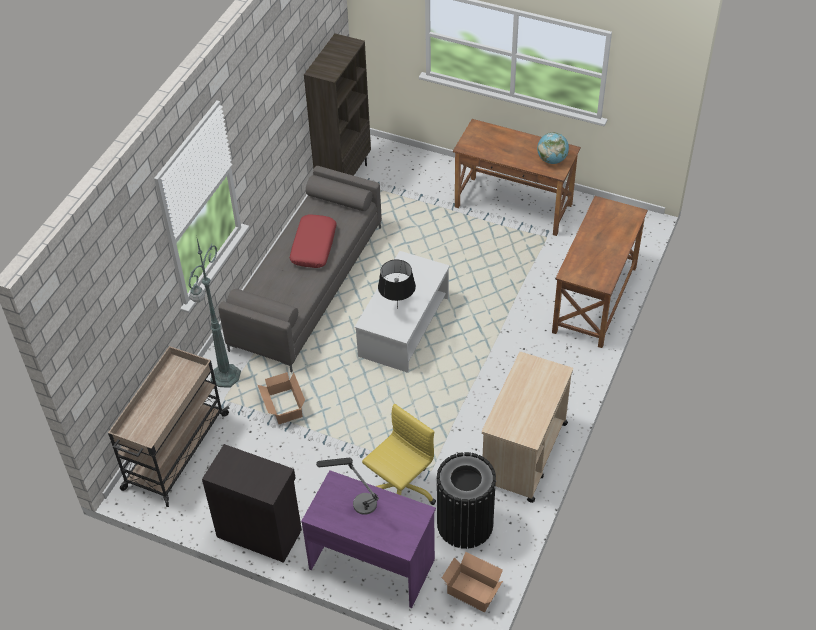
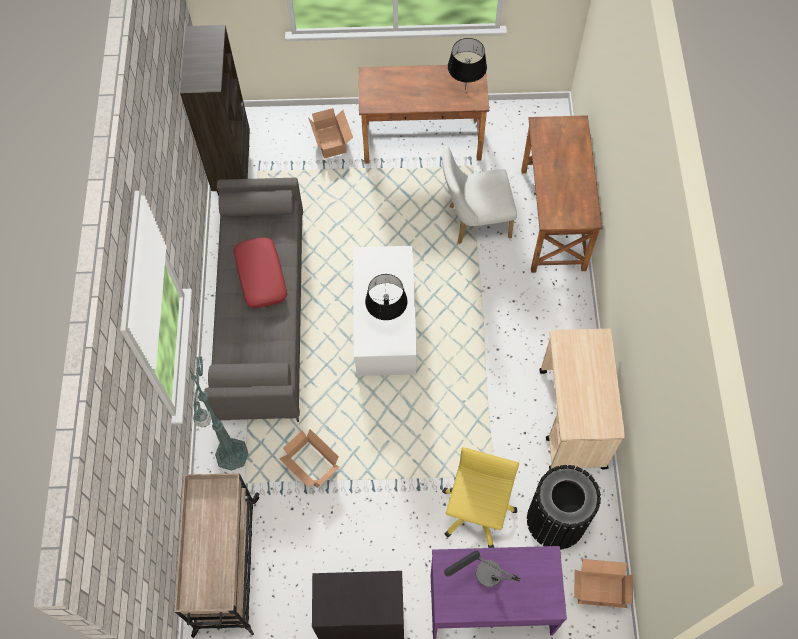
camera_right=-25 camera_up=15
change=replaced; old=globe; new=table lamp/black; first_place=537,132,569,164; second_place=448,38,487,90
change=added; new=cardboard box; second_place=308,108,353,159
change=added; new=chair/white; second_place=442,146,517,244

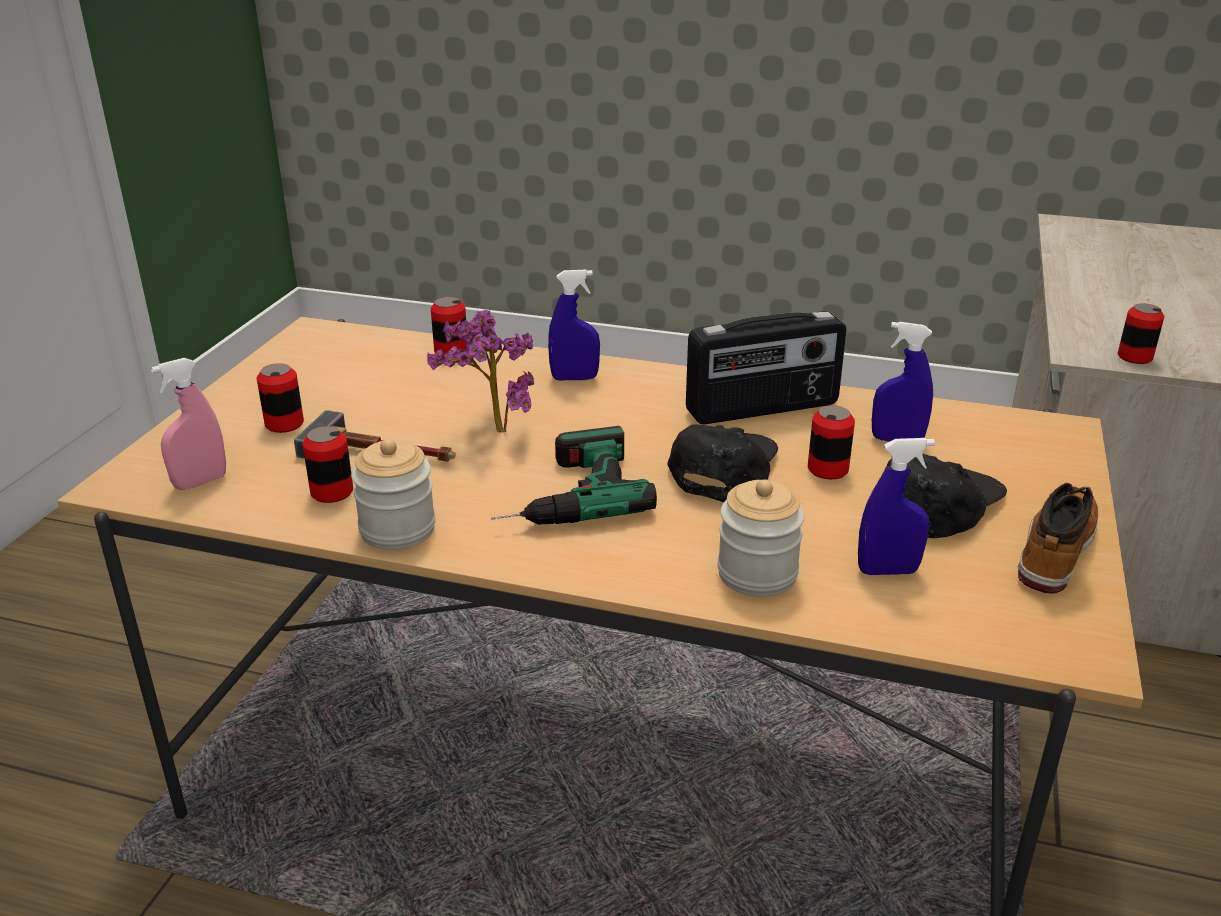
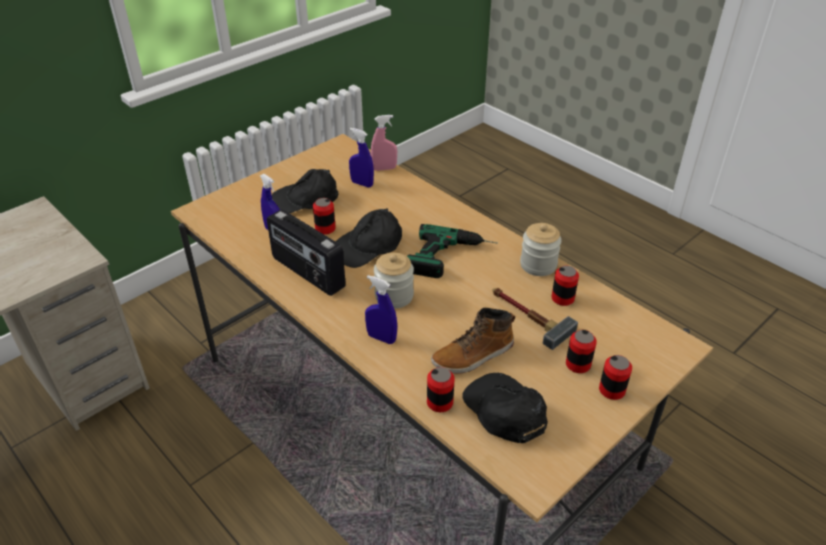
camera_right=-150 camera_up=10
change=moved; old=can; first_place=1118,303,1164,364; second_place=599,355,632,400
change=removed; old=potted plant; first_place=427,310,534,433
change=turned; old=radio; first_place=686,311,847,425; second_place=267,209,346,296; degrees=-150
change=moved; old=spray bottle/pink; first_place=151,358,226,490; second_place=371,115,397,171
change=moved; old=jar; first_place=717,479,804,597; second_place=374,253,414,309
change=moved; old=boot; first_place=1018,483,1099,594; second_place=431,308,515,374
change=added; new=cap/black; second_place=462,373,548,443

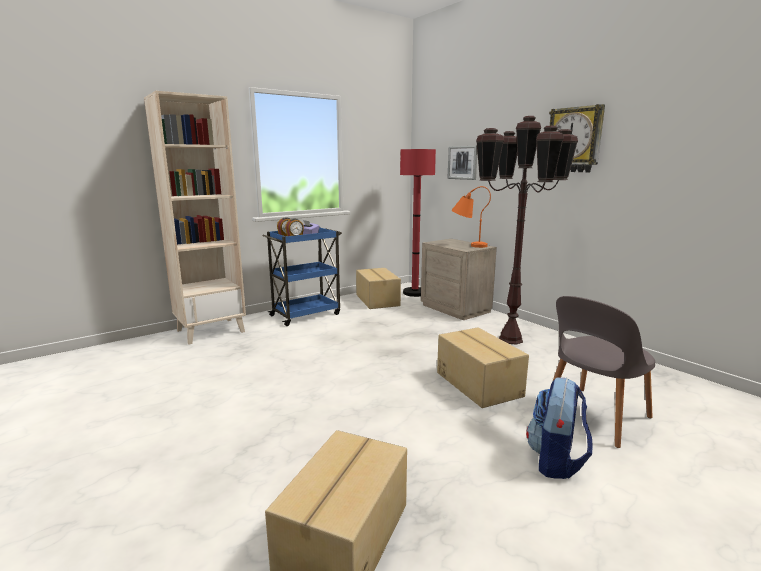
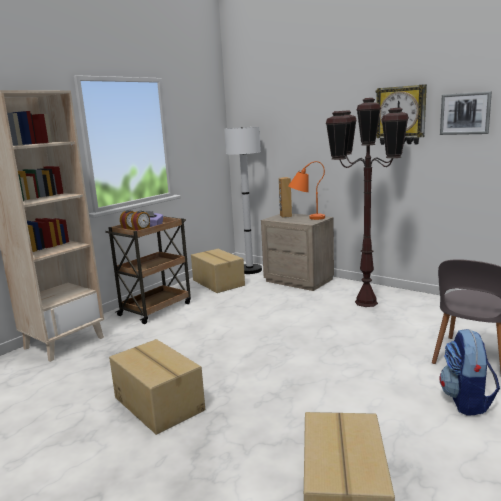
camera_right=-15 camera_up=0
change=moved; old=picture; first_place=447,146,477,180; second_place=440,91,492,135
change=recoloured; old=floor lamp/red; new=floor lamp/white; first_place=400,149,436,297; second_place=224,127,262,274
change=recoloured; old=cart/blue; new=cart/brown; first_place=262,227,342,326; second_place=105,216,191,324
change=moved; old=cardboard box; first_place=437,328,529,408; second_place=109,339,205,435
change=added; new=speaker/brown; second_place=279,177,292,218

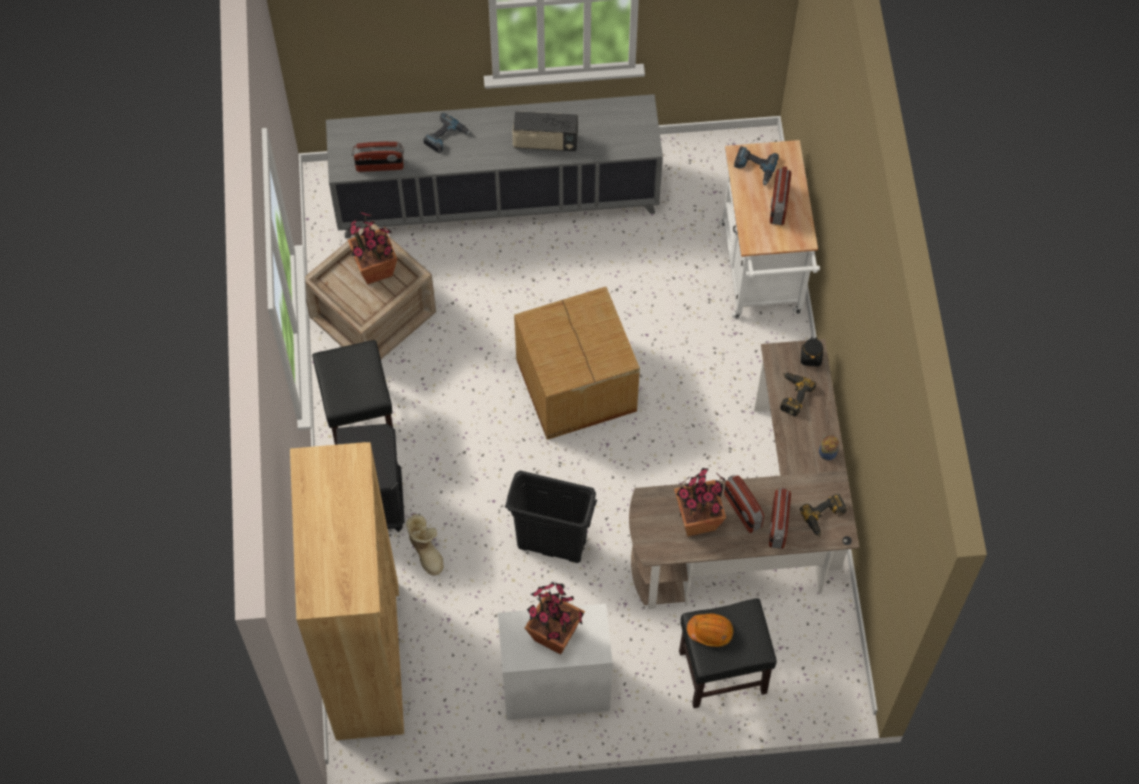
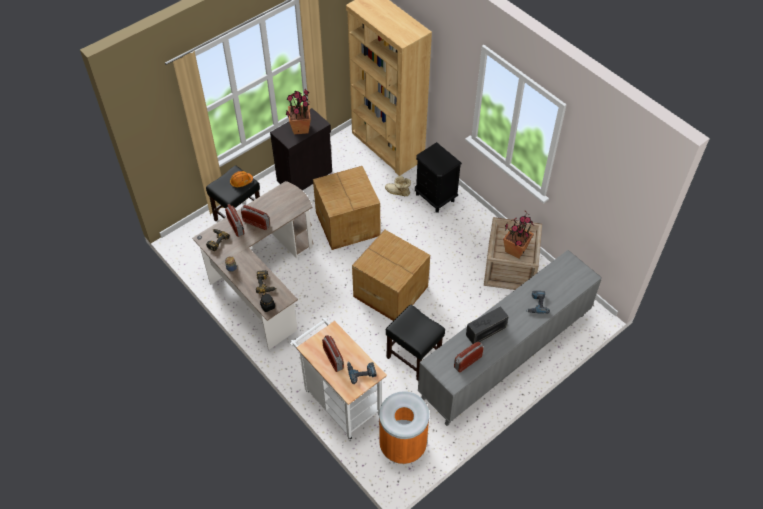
camera_right=145 camera_up=-10
change=moved; old=radio; first_place=352,142,404,172; second_place=454,342,484,373
change=moved; old=stool/black; first_place=312,340,393,445; second_place=386,305,445,381
change=removed; old=potted plant; first_place=674,468,726,537
change=replaced; old=trash can/black; new=cardboard box; first_place=505,471,597,563; second_place=313,166,380,250
change=recoloured; old=cabinet/white; new=cabinet/black; first_place=498,603,612,720; second_place=270,108,332,190
change=added; new=trash can/orange; second_place=379,391,429,464

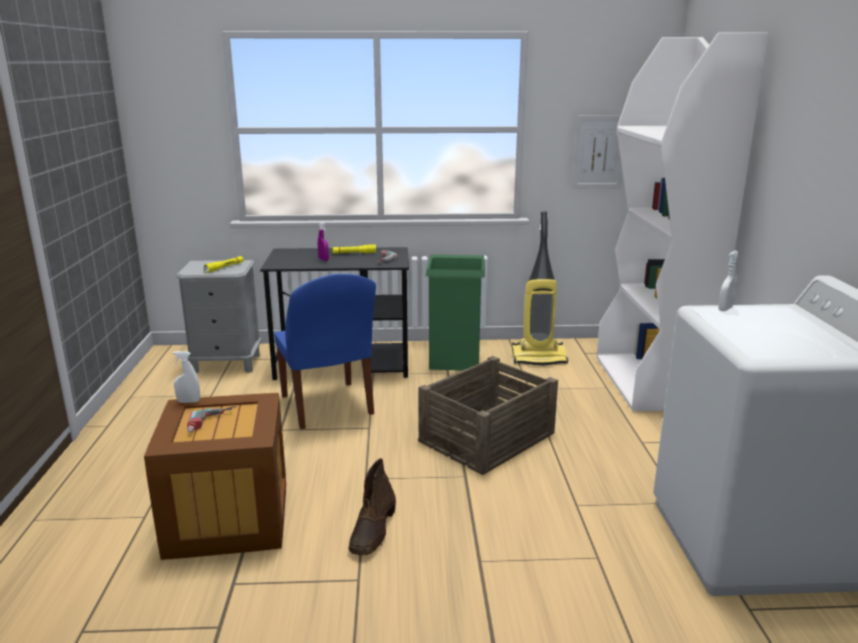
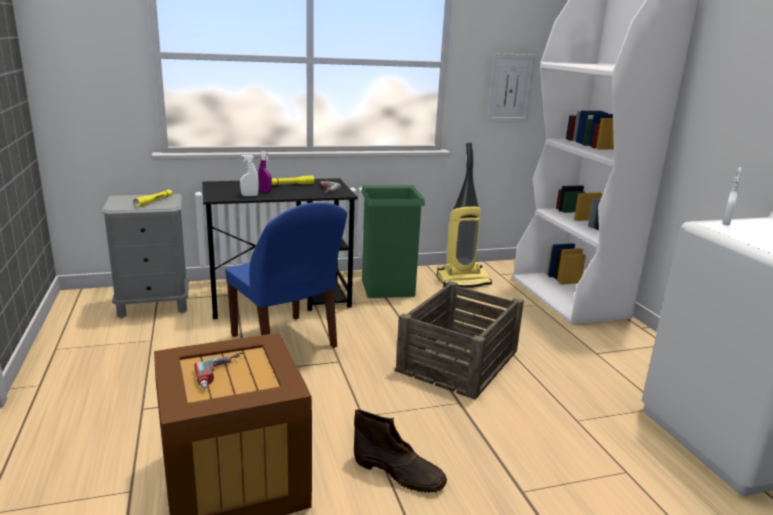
camera_right=-15 camera_up=0
change=moved; old=spray bottle/white; first_place=173,351,200,403; second_place=240,155,259,196
change=turned; old=boot/brown; first_place=349,458,396,556; second_place=354,409,447,493; degrees=-60

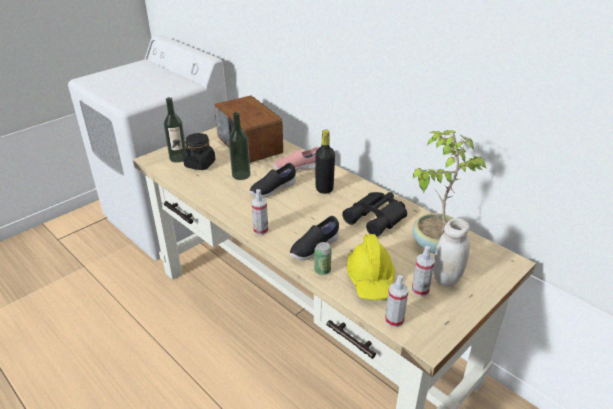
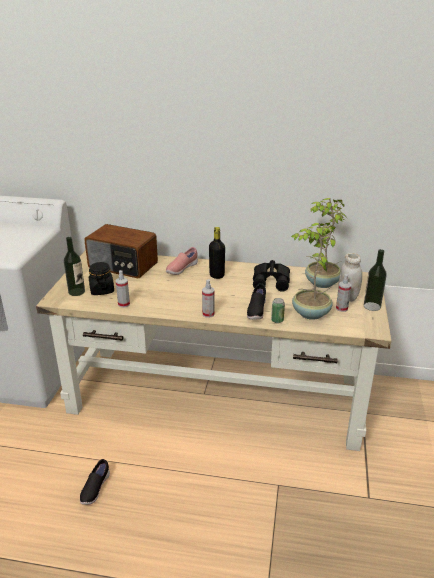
camera_right=-35 camera_up=-5
change=moved; old=bottle; first_place=229,112,251,180; second_place=364,249,387,311
change=moved; old=shoe/black; first_place=249,163,296,198; second_place=80,459,110,505
change=replaced; old=hard hat/yellow; new=potted plant; first_place=347,234,395,300; second_place=291,222,336,320
change=moved; old=spray bottle; first_place=385,275,409,328; second_place=116,270,130,308

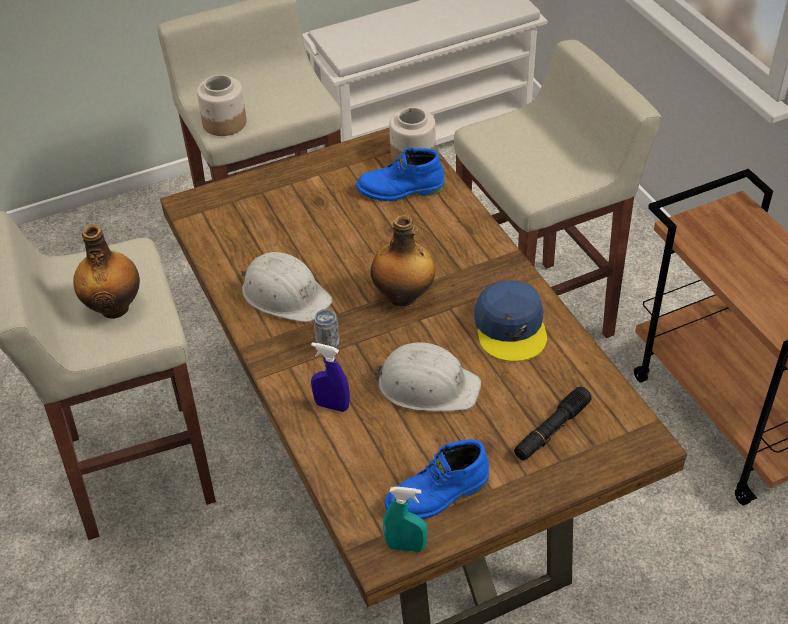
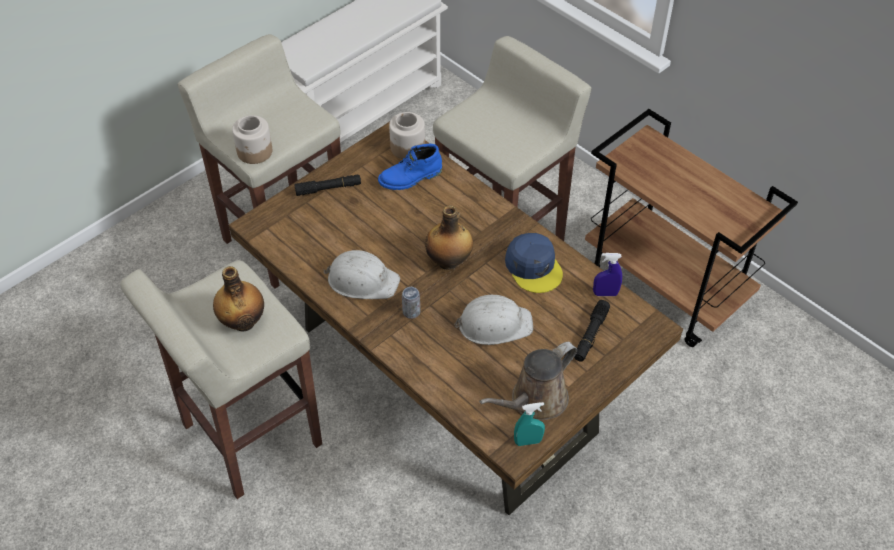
camera_right=-20 camera_up=5
change=moved; old=spray bottle/blue; first_place=311,342,350,412; second_place=593,253,622,296
change=replaced; old=boot/blue; new=watering can/brown; first_place=385,439,489,519; second_place=479,342,577,421
change=added; new=flashlight/black; second_place=294,175,361,196

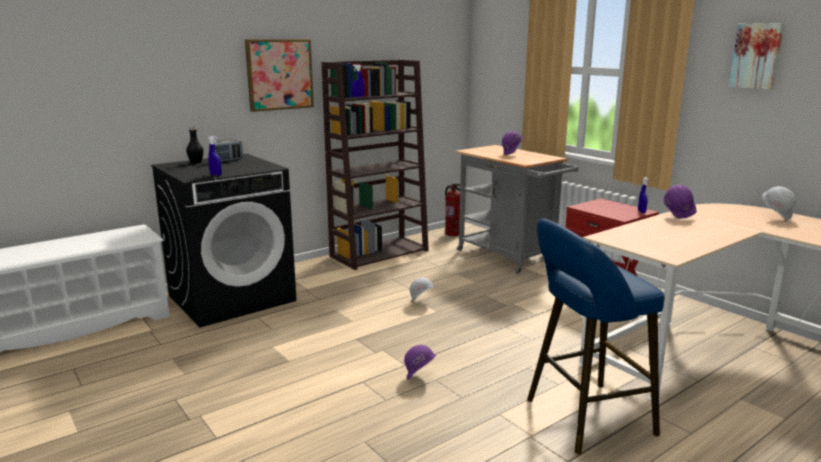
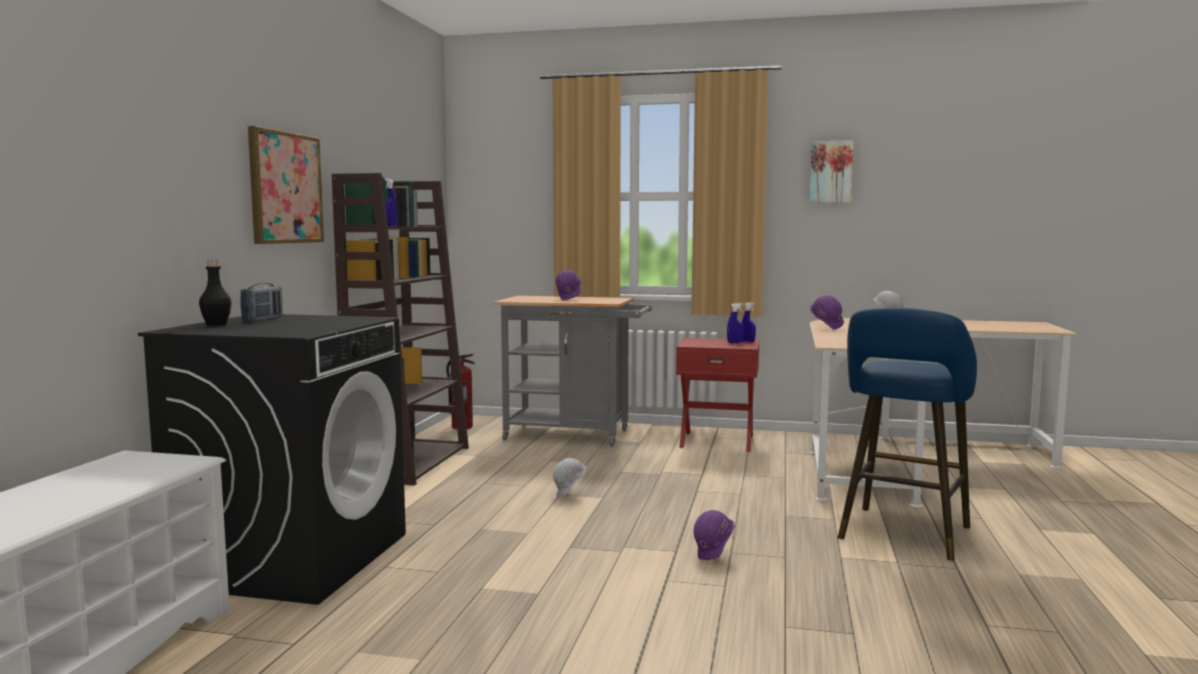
camera_right=-40 camera_up=-10
change=moved; old=spray bottle/blue; first_place=208,136,222,176; second_place=727,303,745,343

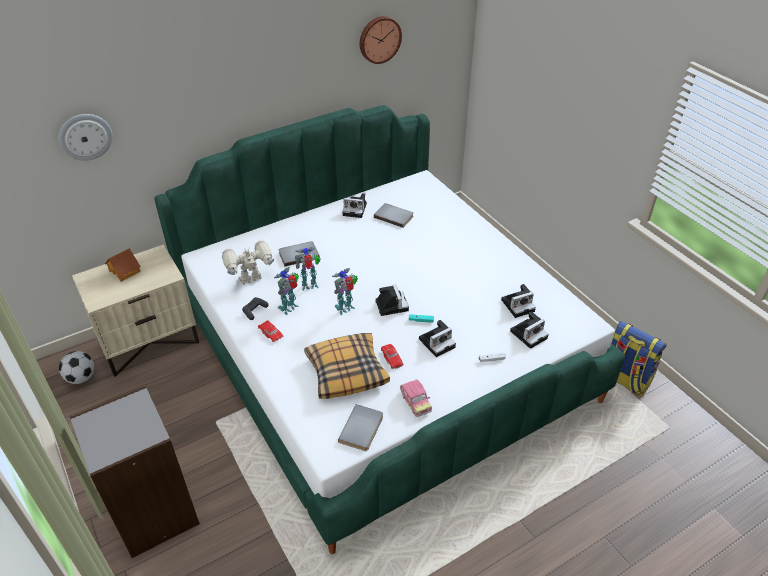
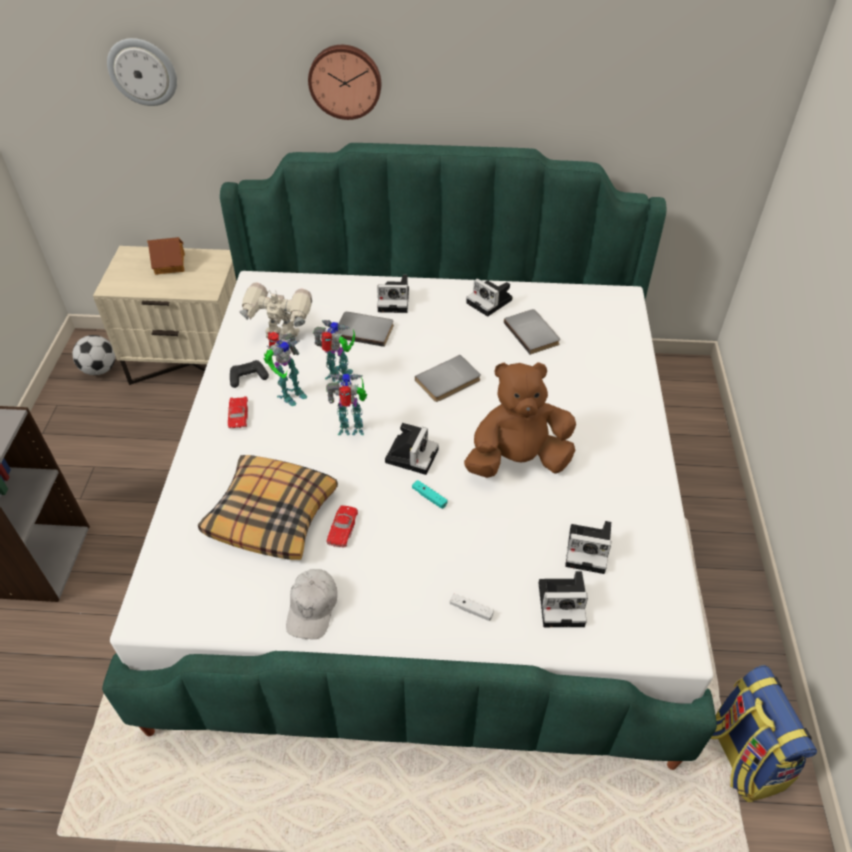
camera_right=35 camera_up=5
change=moved; old=wall clock; first_place=360,16,402,64; second_place=308,45,381,120
change=turned; old=toy robot; first_place=274,267,299,315; second_place=263,331,307,406; degrees=150
change=moved; old=photo camera; first_place=419,320,456,357; second_place=377,275,409,313
change=replaced; old=toy car; new=cap/white; first_place=400,379,432,417; second_place=286,569,337,639
change=moved; old=book/grey; first_place=338,404,383,451; second_place=415,355,481,402
change=added; new=plush toy/brown; second_place=464,362,576,478

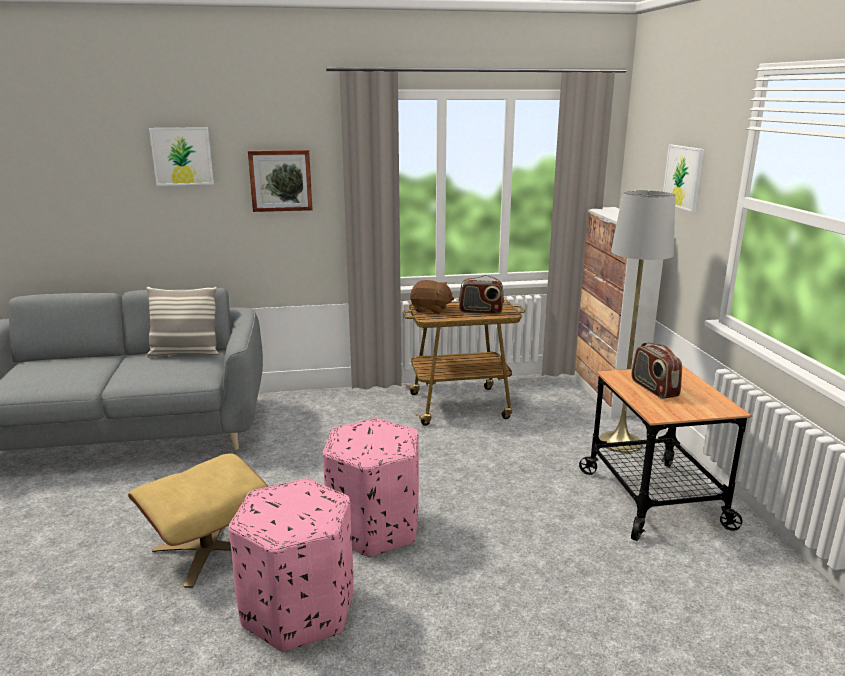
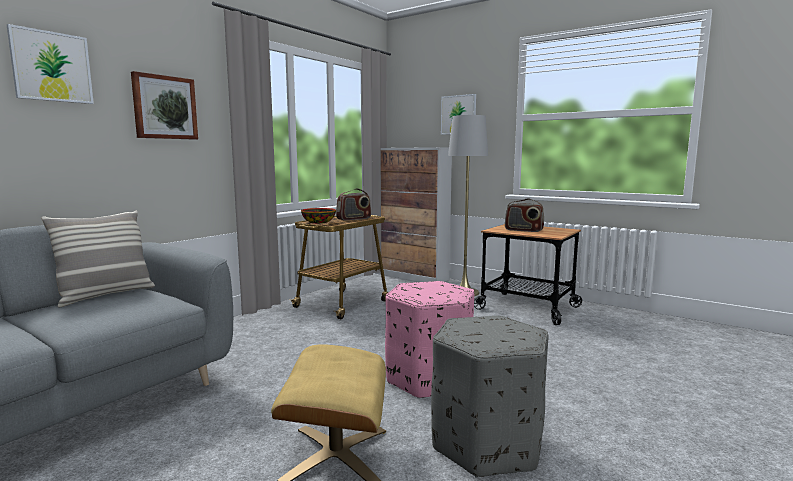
camera_right=-45 camera_up=-10
change=replaced; old=plush toy/brown; new=bowl; first_place=410,280,454,314; second_place=301,208,336,224
change=recoloured; old=ottoman/pink; new=ottoman/grey; first_place=229,478,354,652; second_place=431,316,549,478

